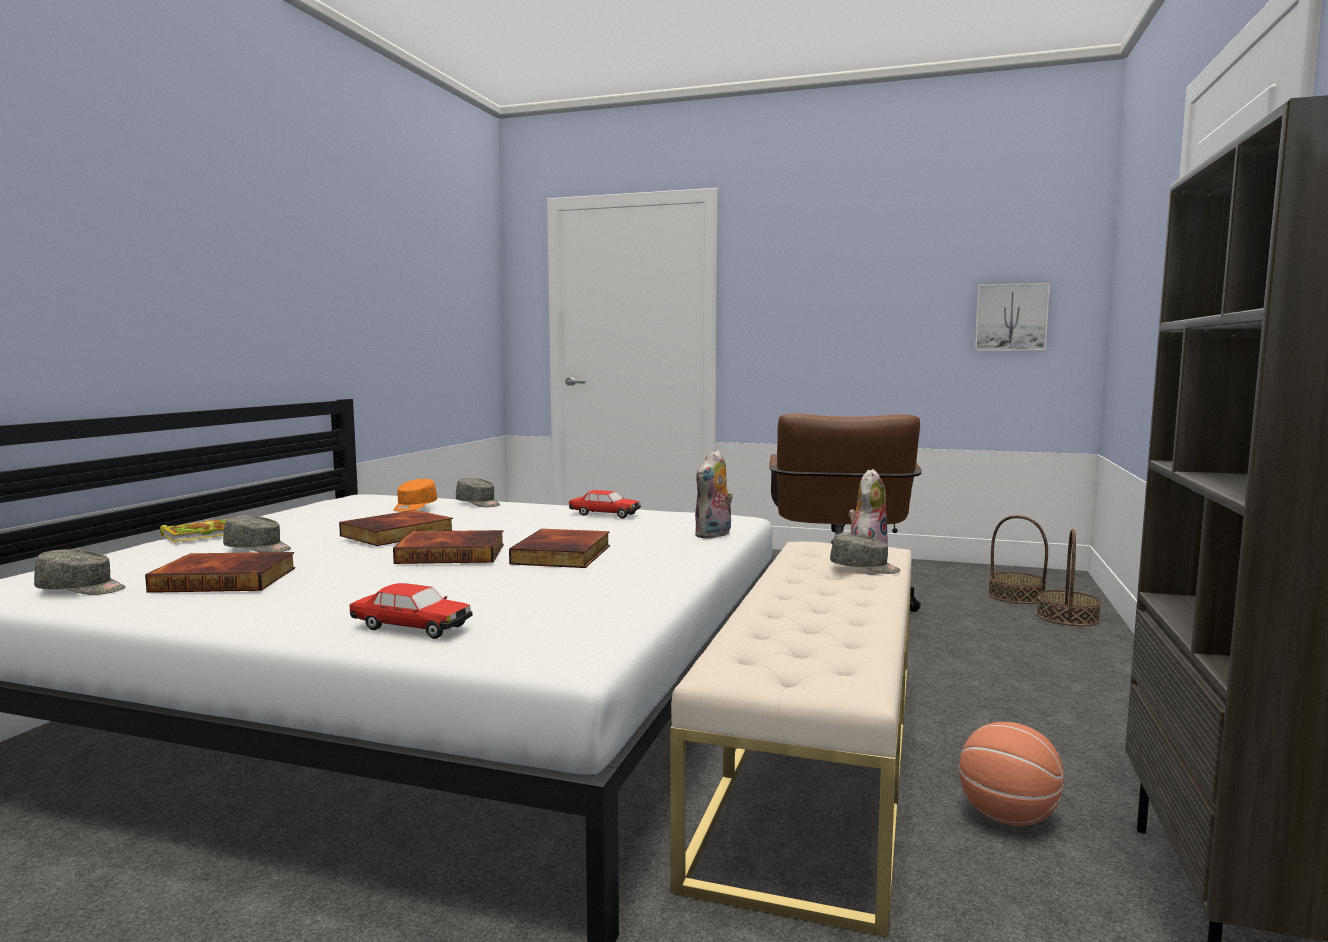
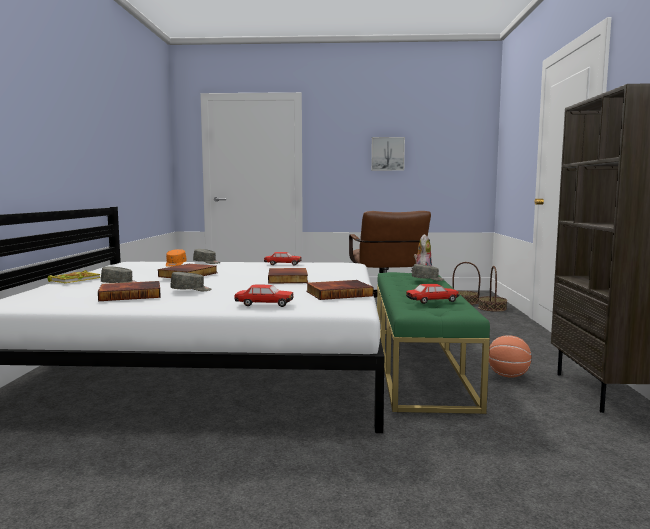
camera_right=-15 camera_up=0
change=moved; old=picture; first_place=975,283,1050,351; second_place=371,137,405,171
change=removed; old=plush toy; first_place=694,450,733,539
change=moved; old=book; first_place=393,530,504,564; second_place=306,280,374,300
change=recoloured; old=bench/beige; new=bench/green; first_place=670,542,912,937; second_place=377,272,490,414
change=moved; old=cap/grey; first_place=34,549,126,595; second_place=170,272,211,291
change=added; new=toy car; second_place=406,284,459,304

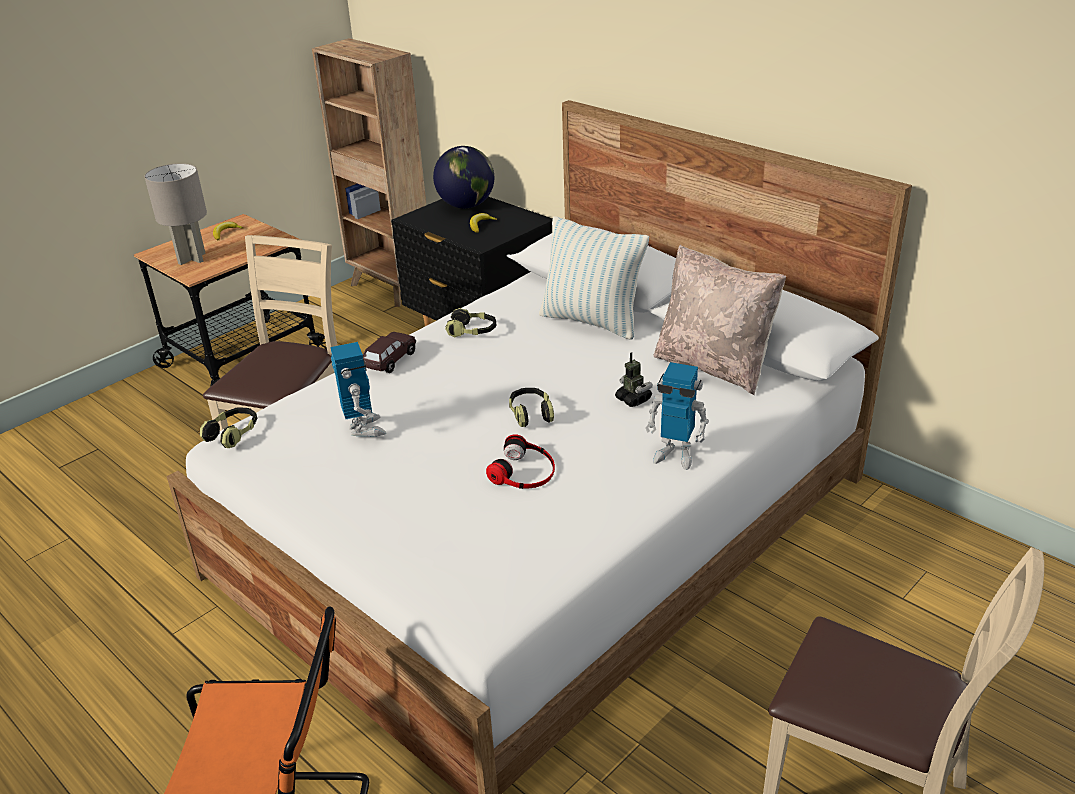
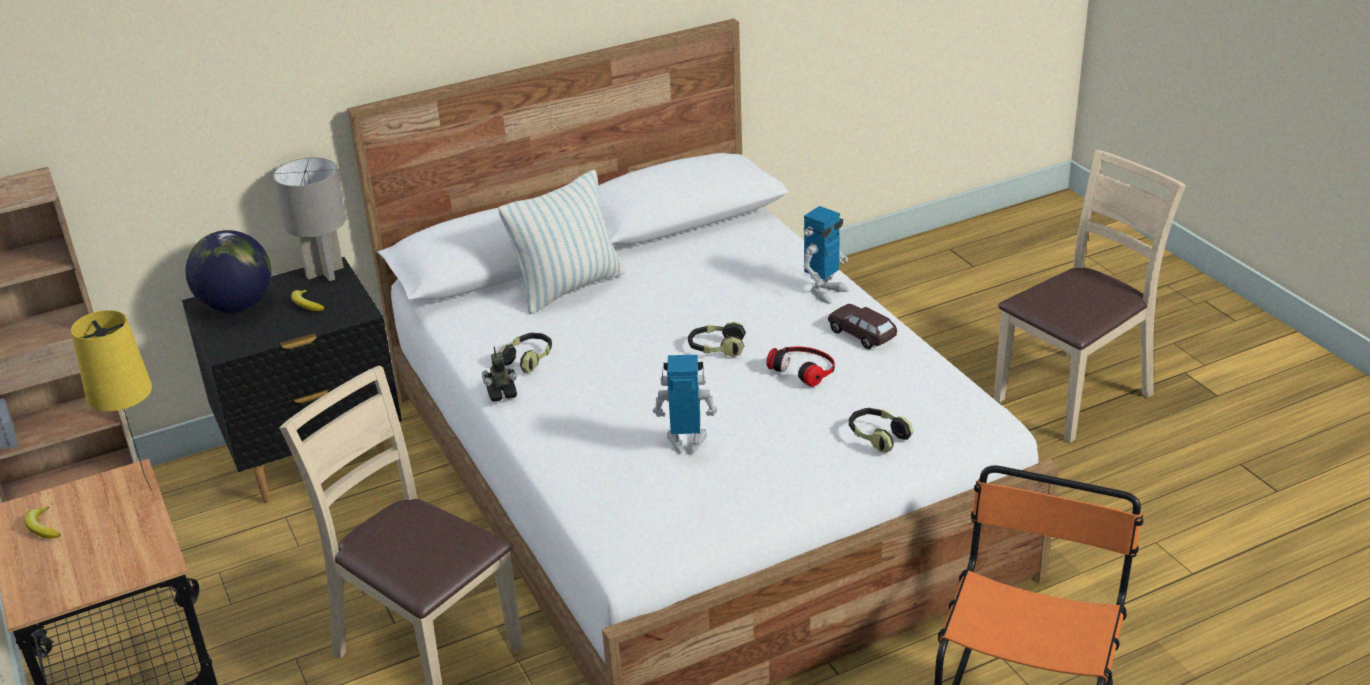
camera_right=-70 camera_up=0
change=moved; old=table lamp/grey; first_place=144,163,207,265; second_place=273,157,346,281
change=removed; old=pillow/beige; first_place=653,245,786,395
change=moved; old=toy car/brown; first_place=363,332,416,373; second_place=828,304,897,349
change=moved; old=toy robot; first_place=615,352,653,407; second_place=482,346,517,402
change=moved; old=headphones; first_place=200,407,257,448; second_place=849,408,914,453
change=added; new=table lamp/yellow; second_place=71,310,152,491

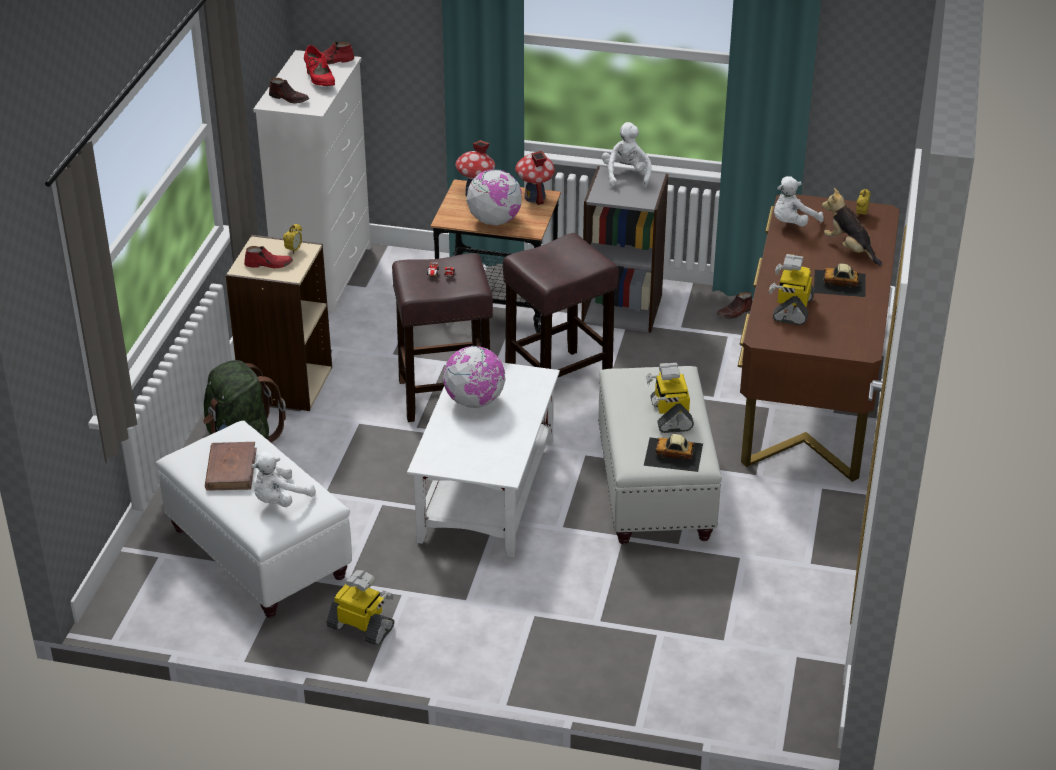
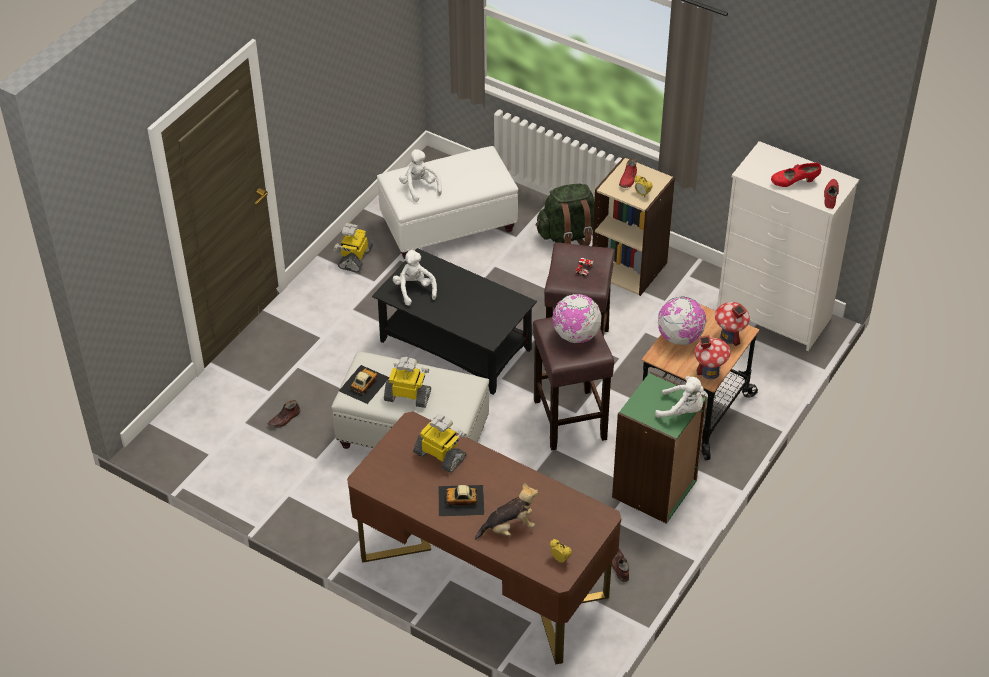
camera_right=110 camera_up=10
change=moved; old=shoe/brown; first_place=269,78,309,104; second_place=268,400,300,428
change=recoloured; old=bookcase/grey; new=bookcase/green; first_place=581,166,668,333; second_place=612,371,707,524
change=moved; old=plush toy/white; first_place=774,176,824,227; second_place=393,249,437,306
change=turned; old=toy car; first_place=814,263,866,297; second_place=439,485,484,516; degrees=-120
change=moved; old=globe; first_place=443,346,506,408; second_place=552,294,602,343
change=recoloured; old=coffee table/white; new=coffee table/black; first_place=407,363,560,557; second_place=372,248,537,395
change=removed; old=book/brown; first_place=205,442,257,491
change=turned; old=toy robot; first_place=327,570,394,645; second_place=333,223,373,272; degrees=150

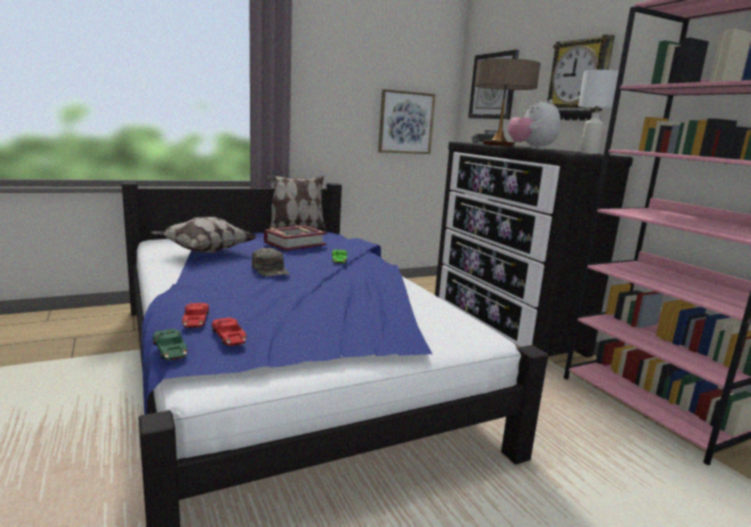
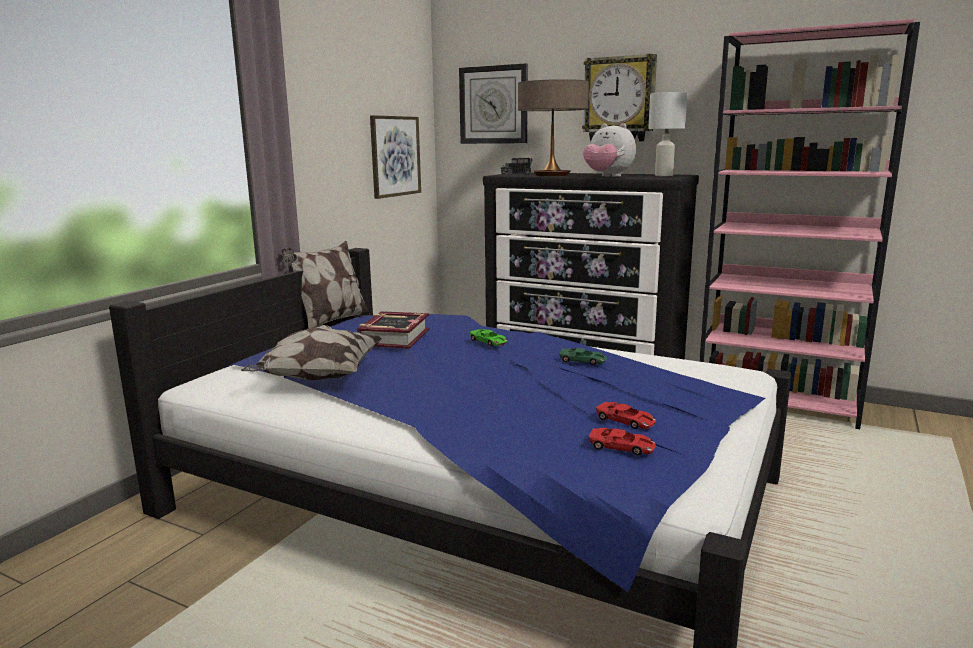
camera_right=-35 camera_up=0
change=removed; old=cap/green; first_place=252,248,289,277
change=moved; old=toy car/red; first_place=182,303,209,328; second_place=596,402,656,429
change=moved; old=toy car/green; first_place=152,329,188,361; second_place=559,348,607,365

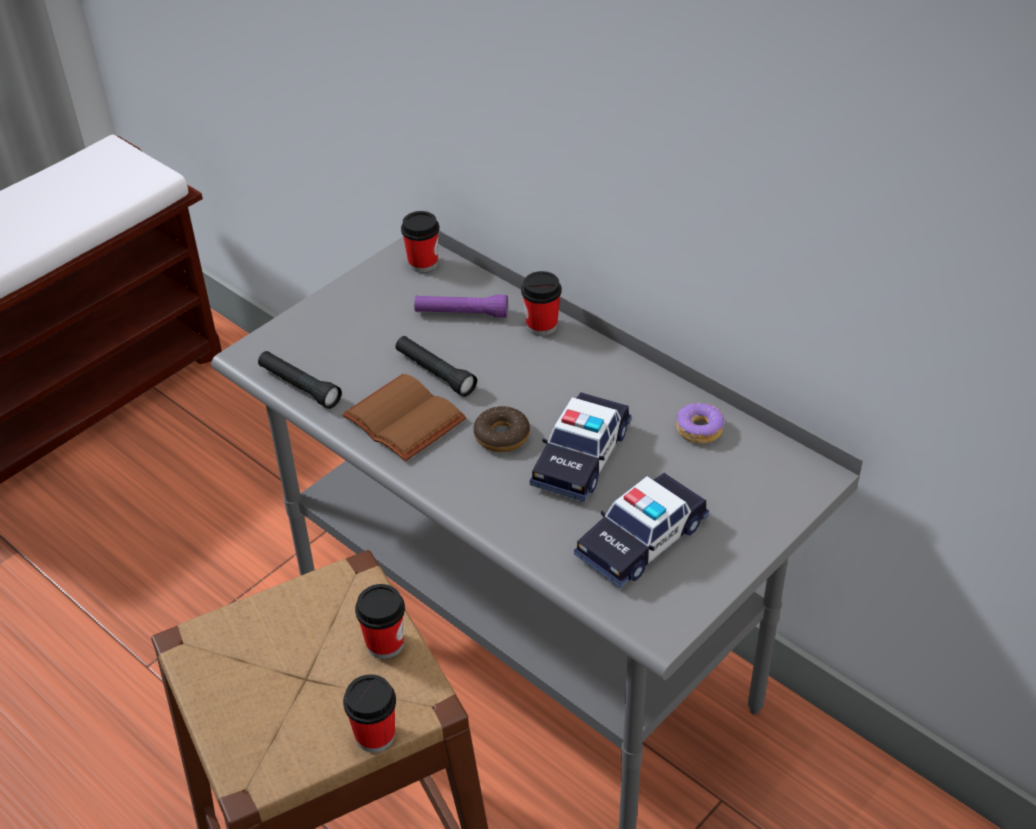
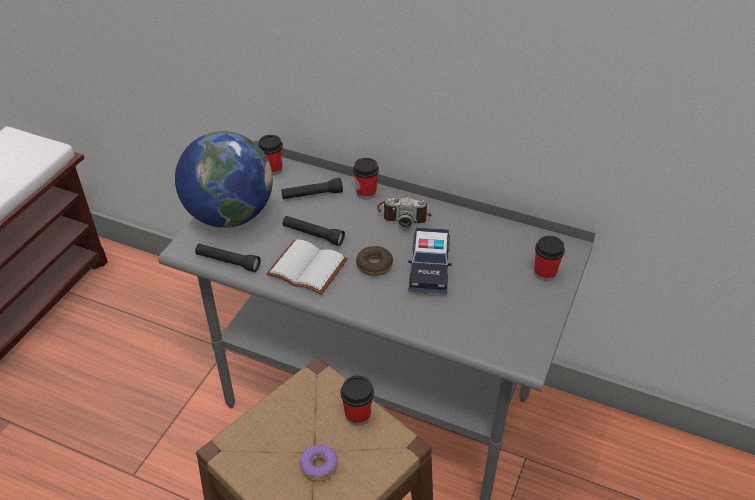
camera_right=-20 camera_up=0
change=recoloured; old=flashlight/purple; new=flashlight/black; first_place=414,295,508,318; second_place=281,178,343,200
change=recoloured; old=book/brown; new=book/white; first_place=342,374,466,461; second_place=266,239,348,295
change=moved; old=donut; first_place=676,403,724,444; second_place=299,444,338,482
change=removed; old=toy car; first_place=574,473,709,588
change=moved; old=cup; first_place=343,674,396,753; second_place=534,236,565,281
change=added; new=globe; second_place=175,131,273,228
change=added; new=photo camera; second_place=377,197,431,228

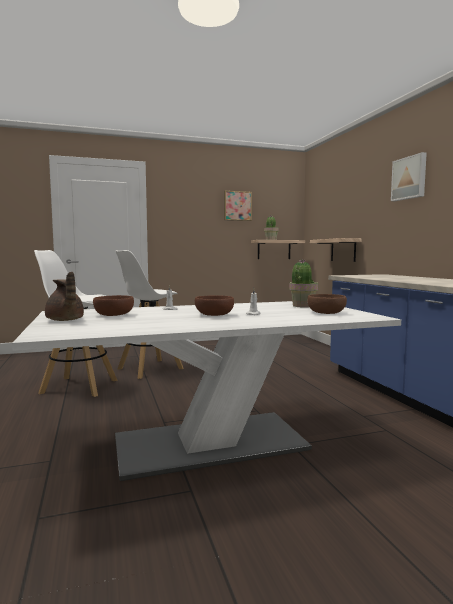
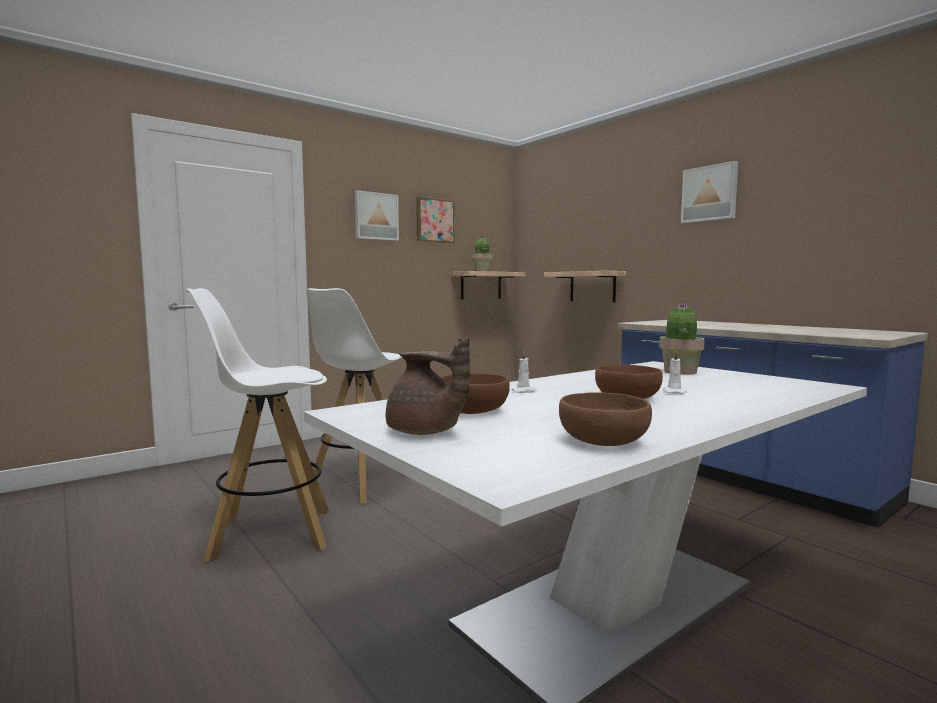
camera_right=-20 camera_up=0
change=moved; old=bowl/brown; first_place=307,294,347,314; second_place=559,392,652,446
change=added; new=picture; second_place=355,190,399,241

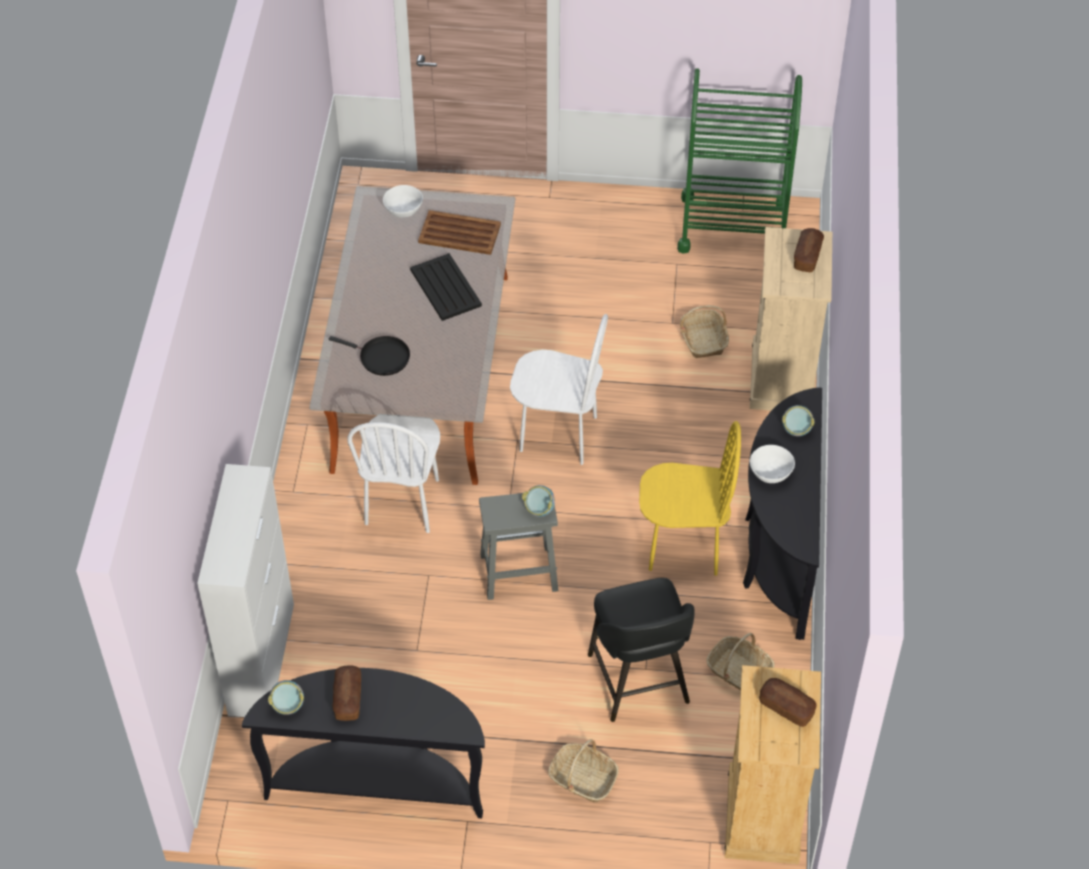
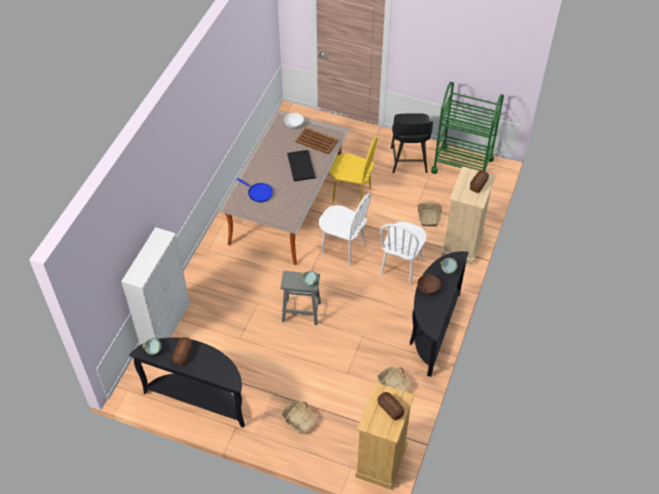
camera_right=15 camera_up=0
change=recoloured; old=frying pan/black; new=frying pan/blue; first_place=329,336,410,376; second_place=237,178,273,202
change=moved; old=chair/white; first_place=347,415,440,533; second_place=380,221,427,285
change=moved; old=chair/yellow; first_place=639,421,741,576; second_place=329,136,378,209
change=recoloured; old=bowl/white; new=bowl/brown; first_place=750,445,795,483; second_place=417,275,441,295
change=moved; old=stool/black; first_place=588,578,694,722; second_place=391,113,433,173

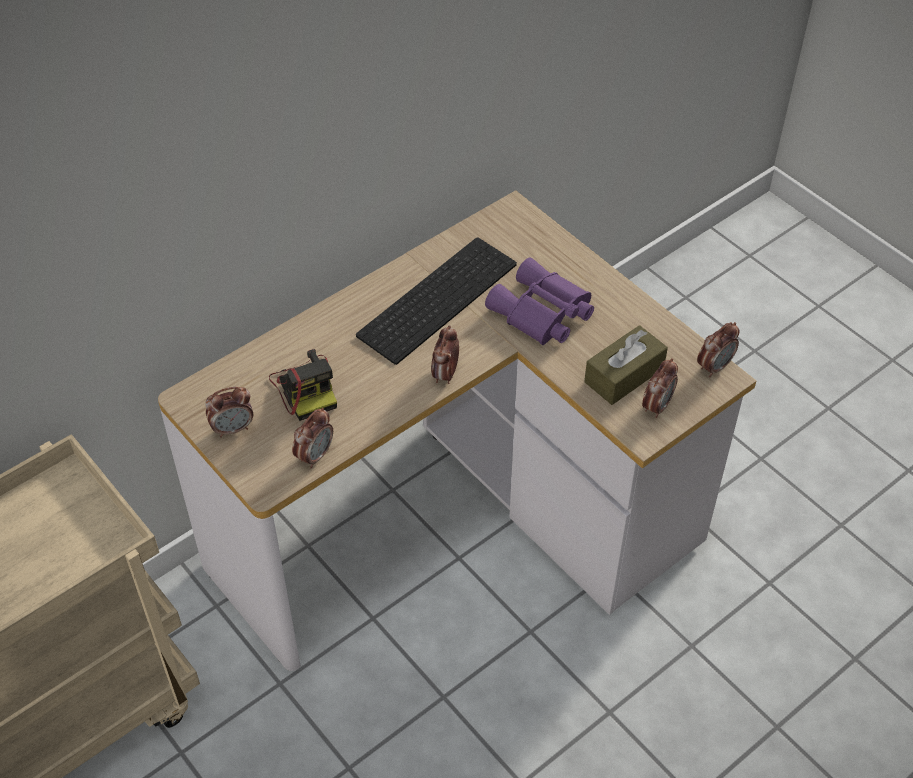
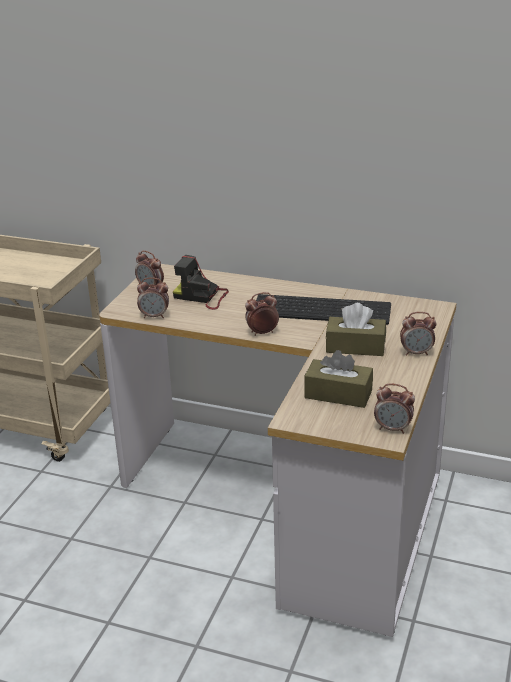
camera_right=60 camera_up=-20
change=replaced; old=binoculars/purple; new=tissue box/brown; first_place=485,258,594,345; second_place=326,303,386,356
change=turned; old=photo camera; first_place=269,349,337,421; second_place=173,255,229,310; degrees=75
change=moved; old=alarm clock; first_place=642,358,678,418; second_place=400,312,437,356

